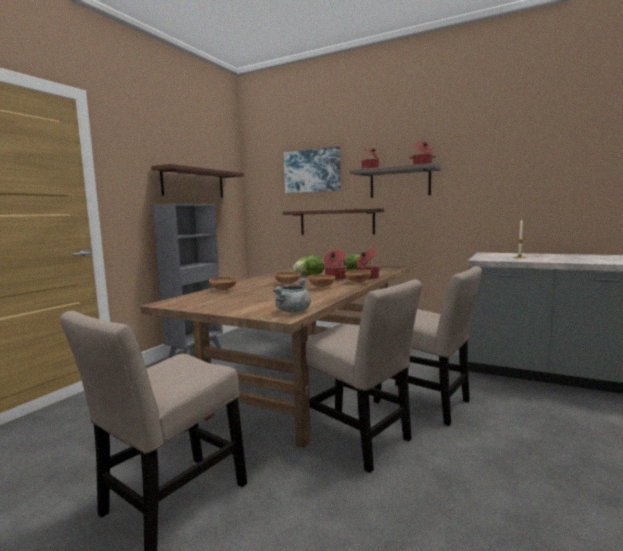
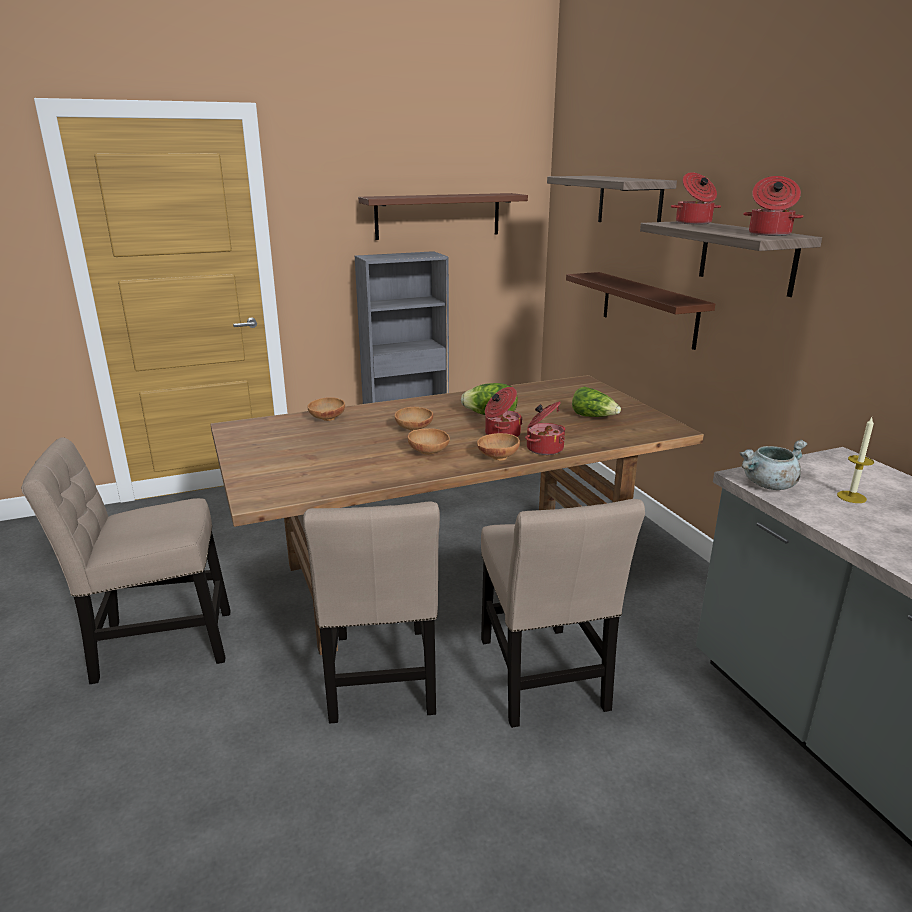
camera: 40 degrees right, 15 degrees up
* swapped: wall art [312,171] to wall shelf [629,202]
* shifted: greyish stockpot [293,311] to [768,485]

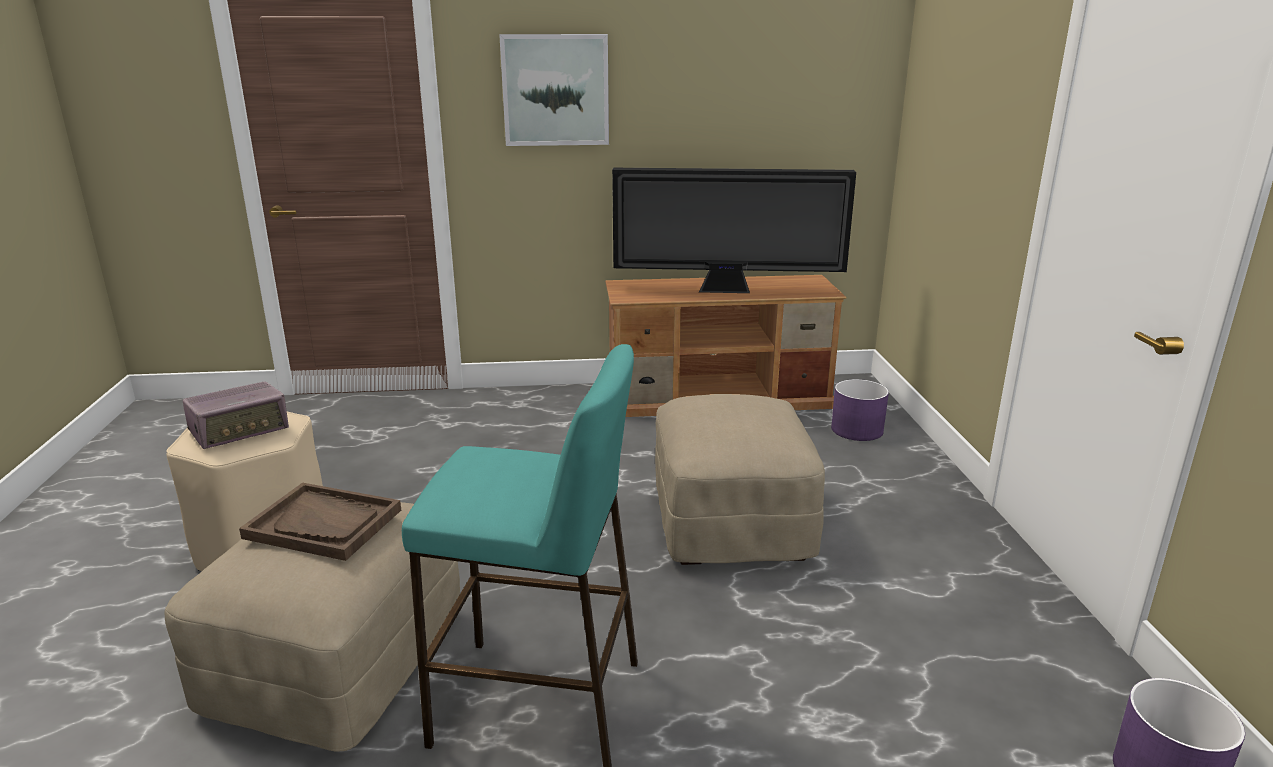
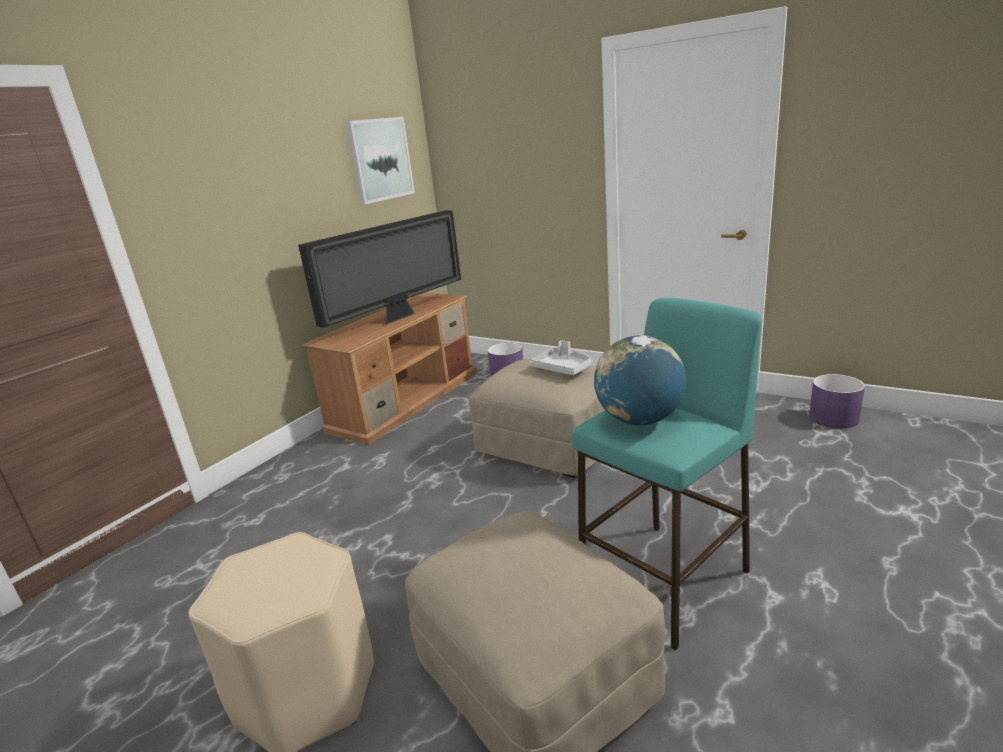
camera: 50 degrees left, 0 degrees up
* shifted: wall art [555,90] to [380,159]
* new: greyish carrying tray [563,368]
* new: globe [639,420]
* gone: radio set [240,431]
* gone: brown carrying tray [324,524]

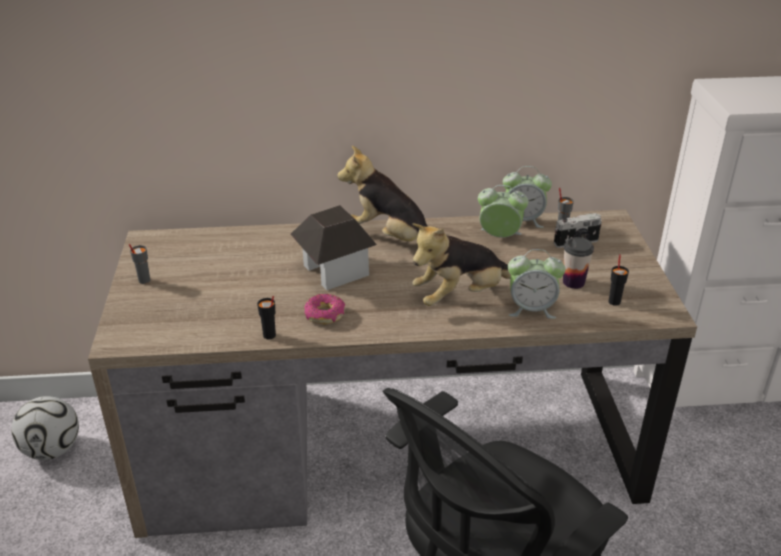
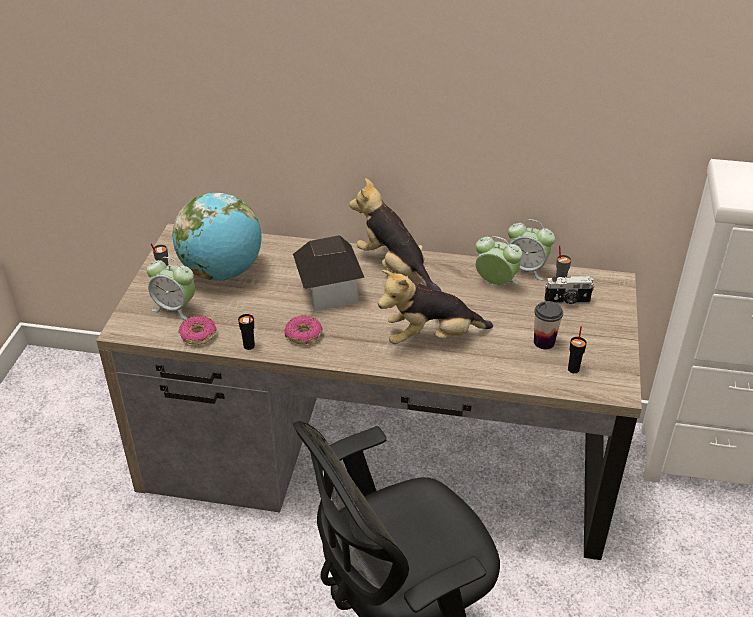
camera: 15 degrees right, 5 degrees up
* shifted: bedside clock [531,309] to [175,308]
* new: globe [222,272]
* new: donut [198,335]
* gone: football ball [53,449]

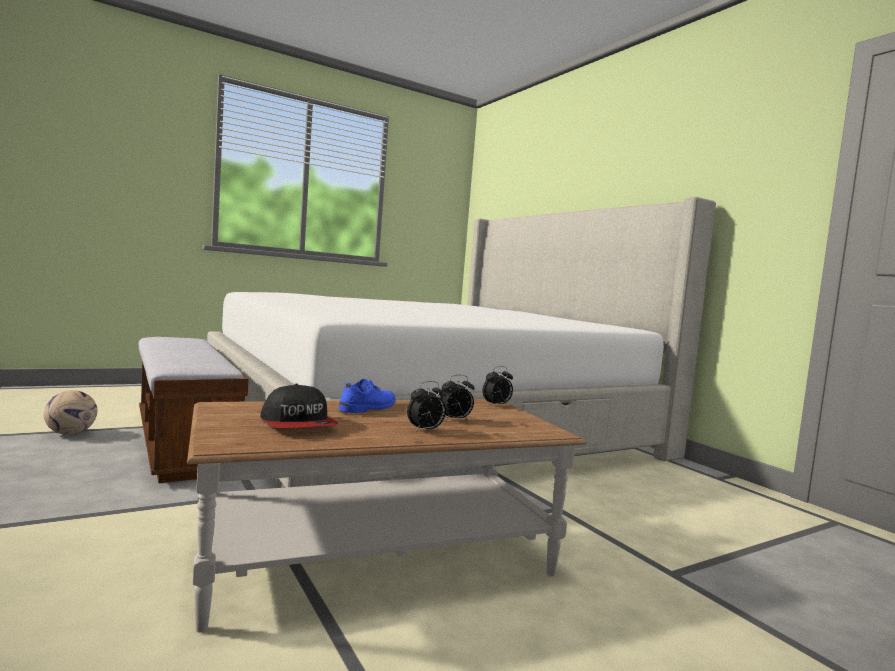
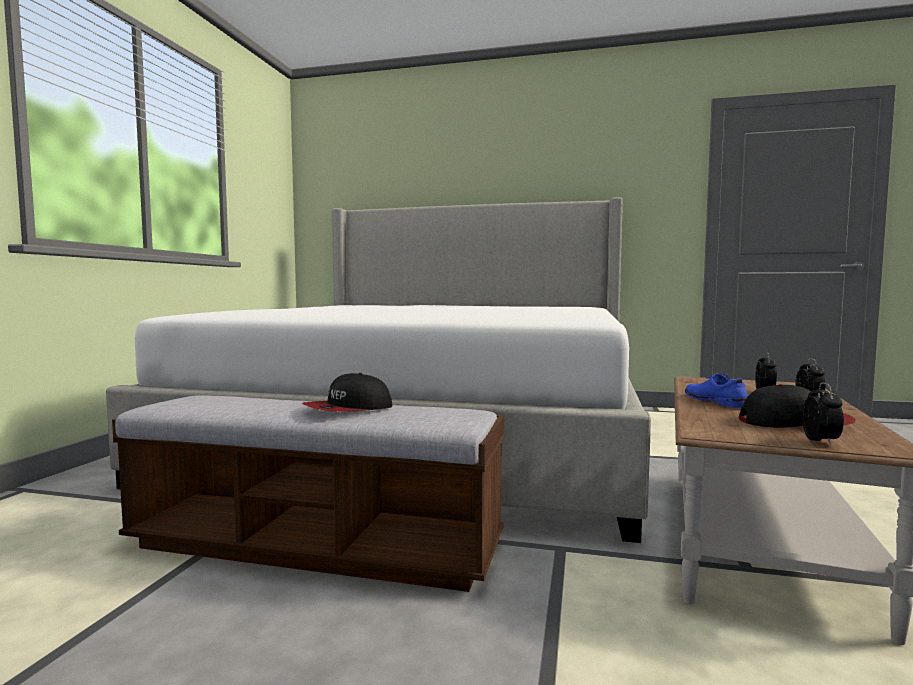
camera: 45 degrees left, 0 degrees up
* new: cap [348,409]
* shifted: bedside clock [496,405] to [821,442]
* gone: football ball [70,434]

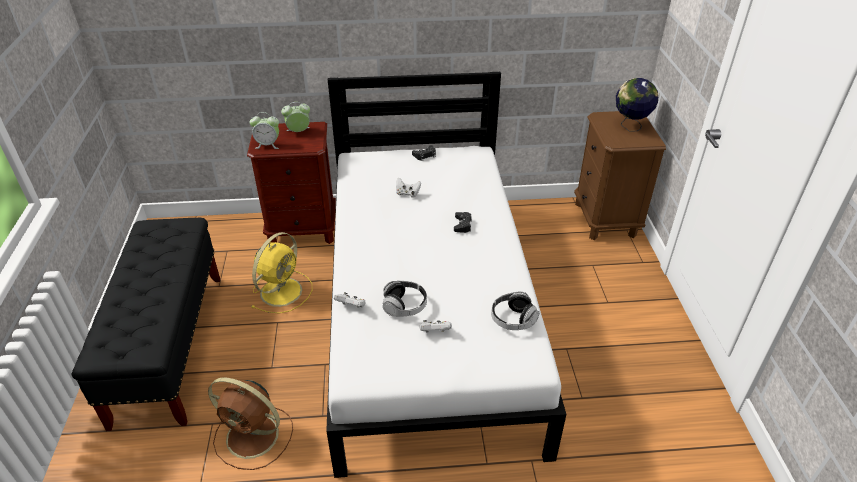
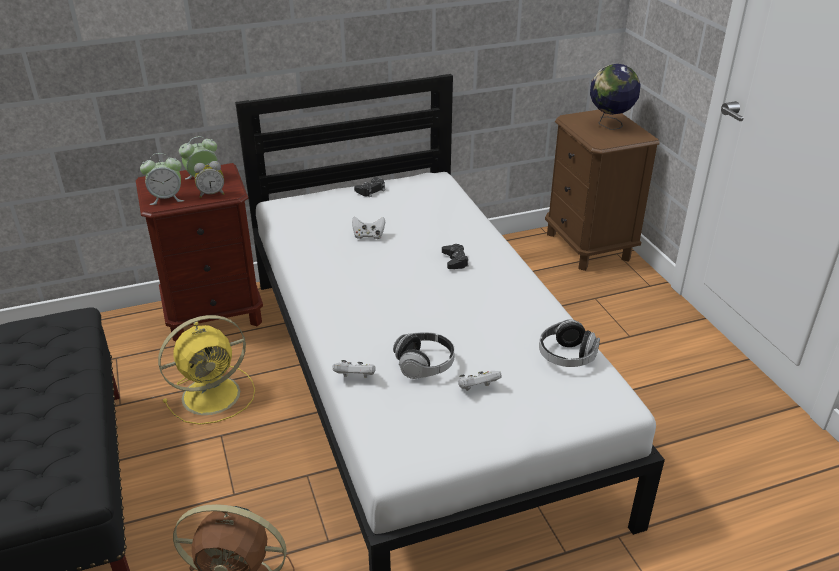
camera: 15 degrees left, 5 degrees down
* rotated: yellow electric fan [282,290] = [213,394] 45 degrees clockwise
* new: bedside clock [211,194]

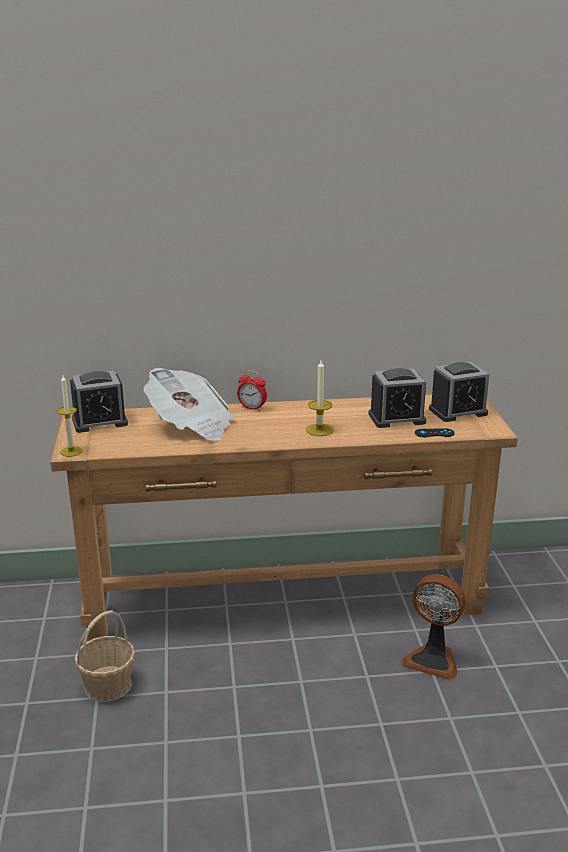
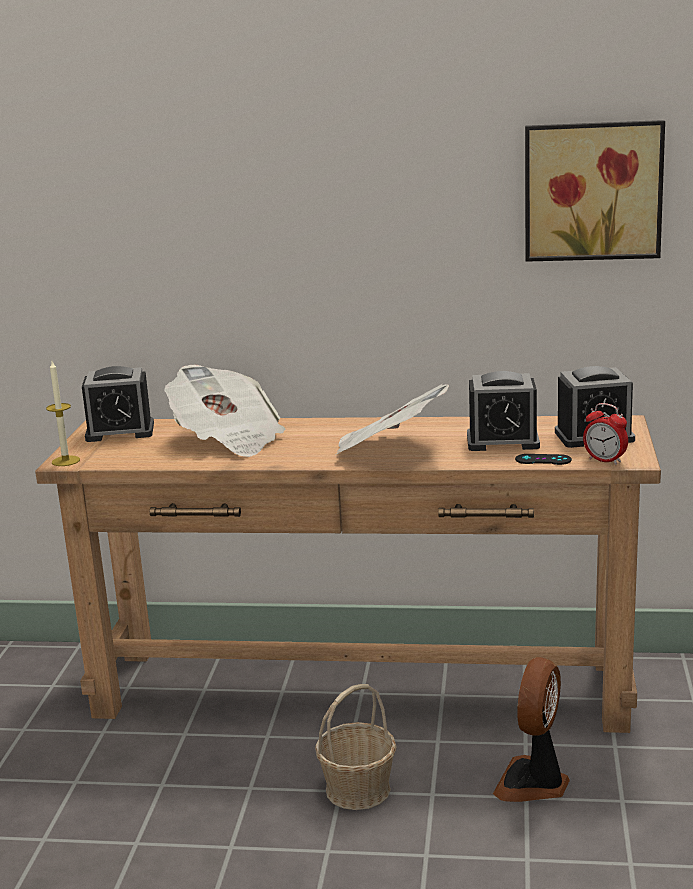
camera: 15 degrees right, 5 degrees down
* shifted: basket [108,685] to [358,789]
* swapped: wax candle [319,430] to printed paper [389,450]
* rotated: electric fan [433,659] = [534,783] 75 degrees clockwise
* new: wall art [592,190]
* shifted: bedside clock [252,408] to [605,460]

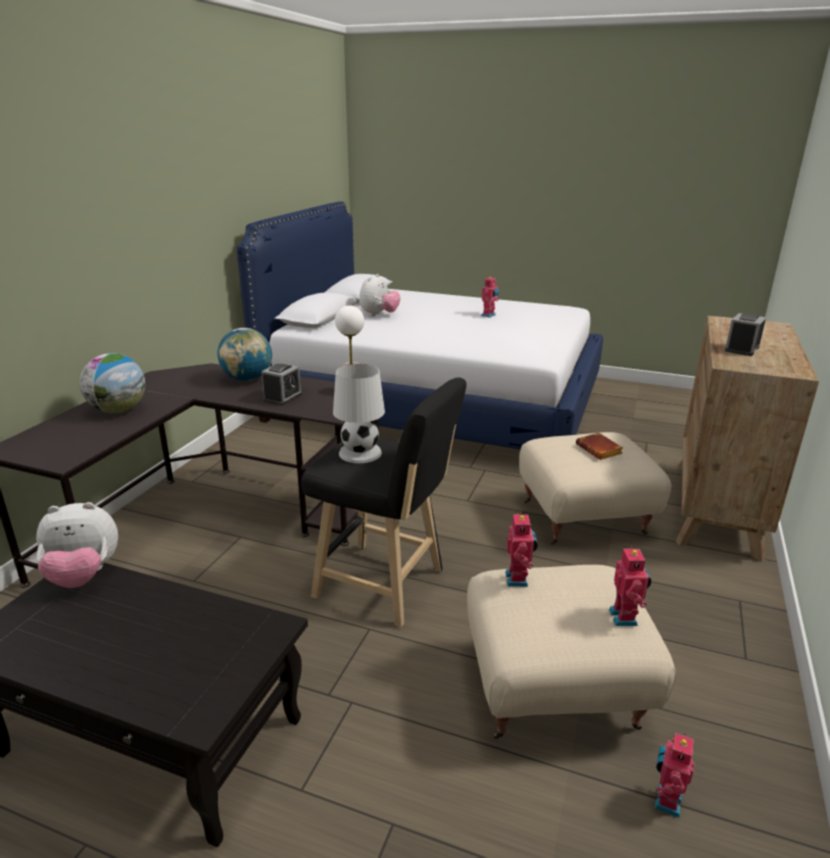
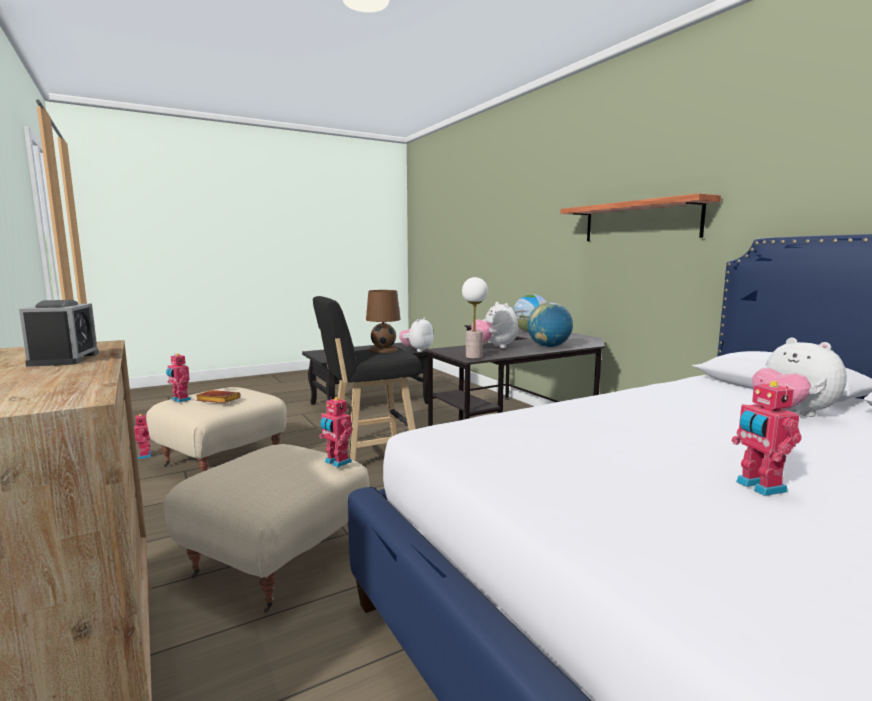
camera: 130 degrees right, 15 degrees down
* shifted: brown bound book [600,450] to [217,400]
* shifted: robot figure [518,579] to [336,462]
* repainted: white tabletop lamp [359,453] to brown tabletop lamp [384,350]
* swapped: bedside clock [283,397] to soft toy [494,347]
* new: wall shelf [640,221]

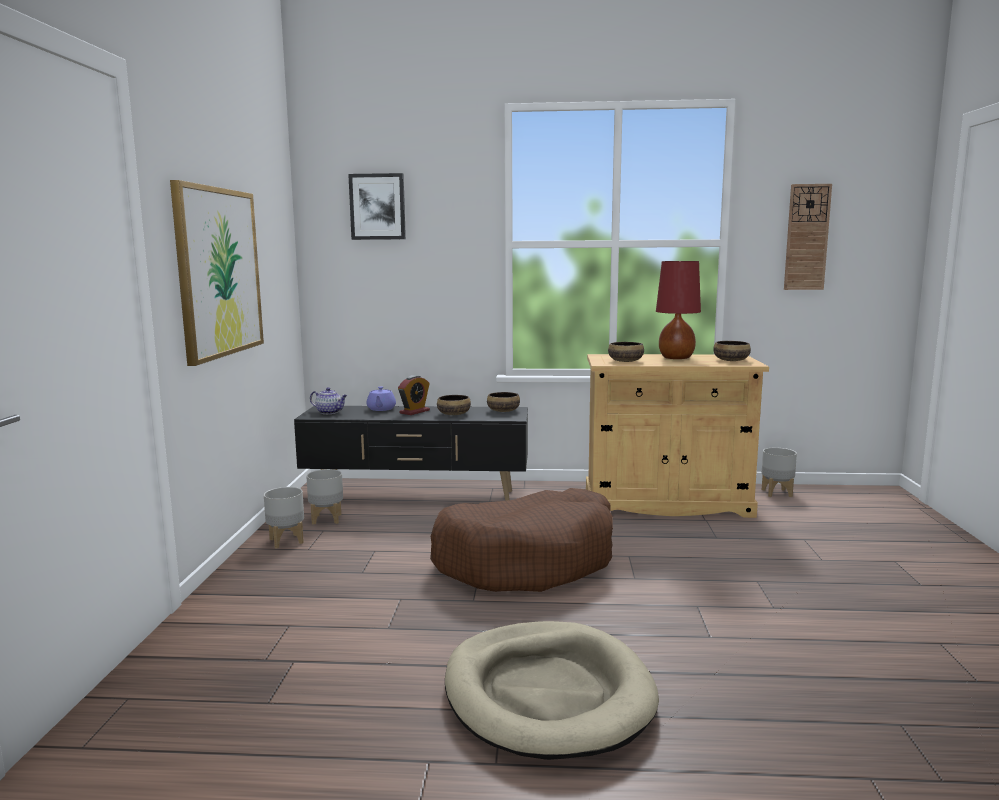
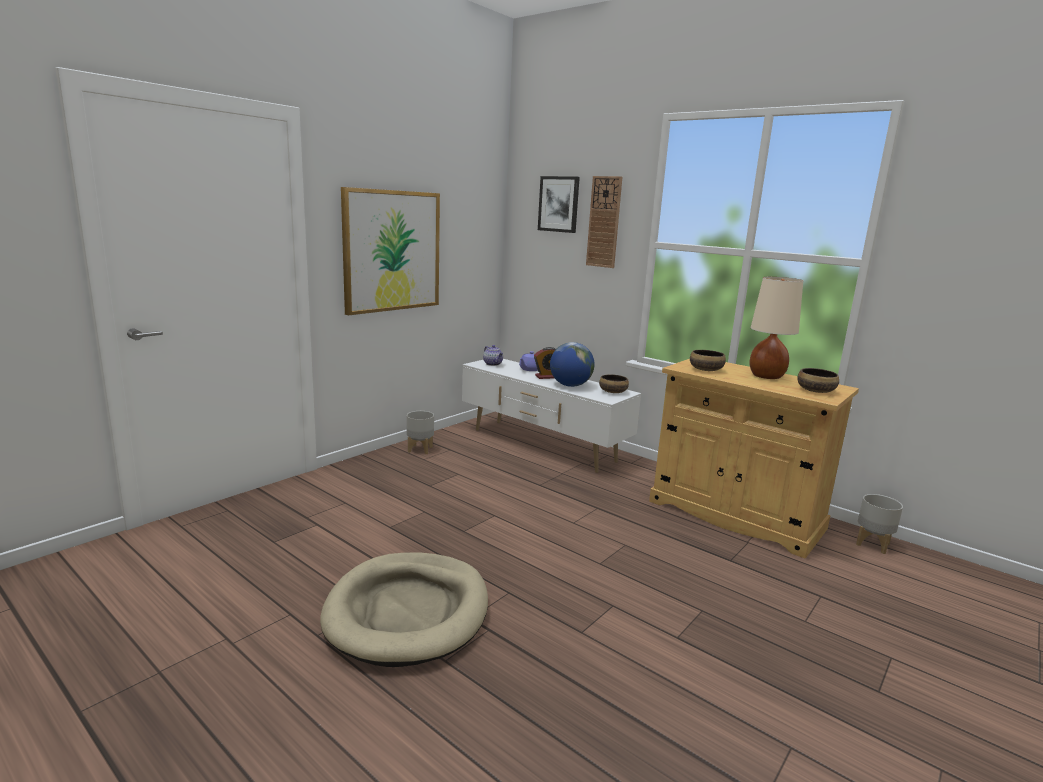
camera: 35 degrees right, 5 degrees up
* repainted: blackish media console [418,497] to white media console [542,446]
* swapped: serving bowl [454,414] to globe [570,385]
* shifted: hanging clock [807,237] to [604,222]
* repainted: red tabletop lamp [676,358] to beige-coloured tabletop lamp [767,376]
* gone: greyish plant pot [327,519]
* gone: brown pet bed [527,560]

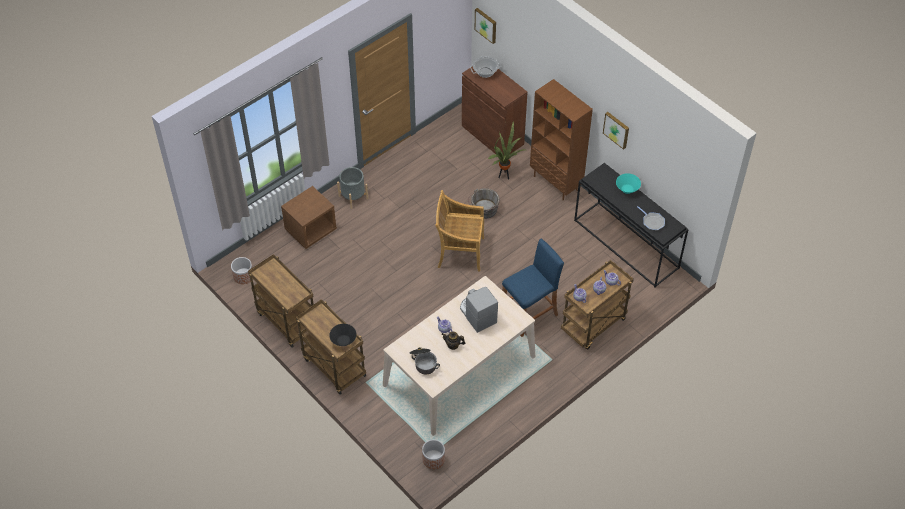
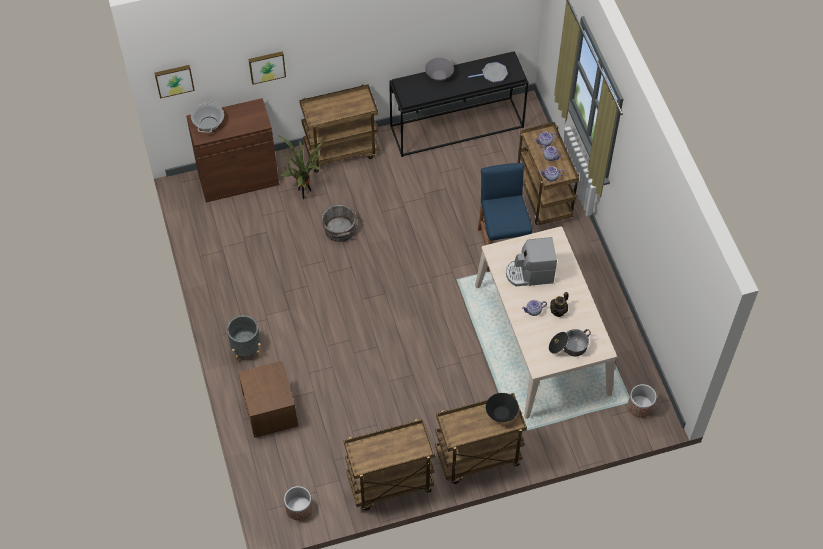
camera: 65 degrees left, 5 degrees up
* shifted: wall art [616,129] to [266,66]
* swapped: brown shelving unit [556,183] to brown wheeled cart [341,150]
* repainted: turquoise serving bowl [627,189] to greyish serving bowl [439,76]
* gone: beige-coloured chair [459,252]

